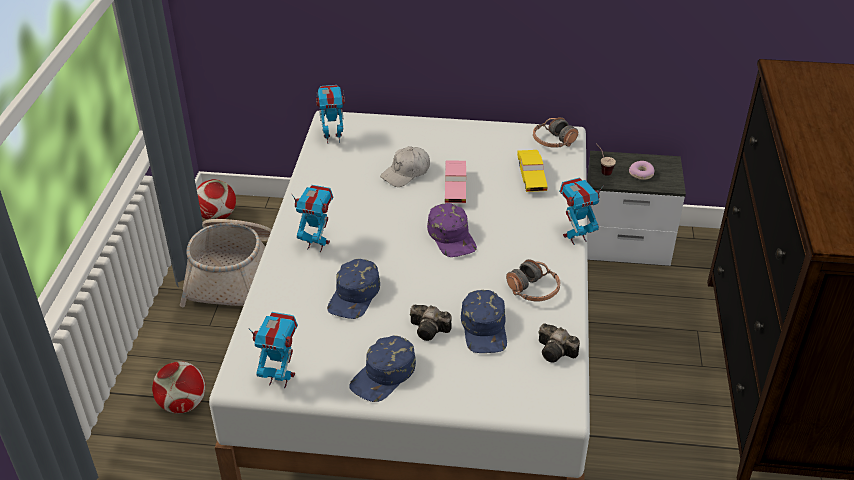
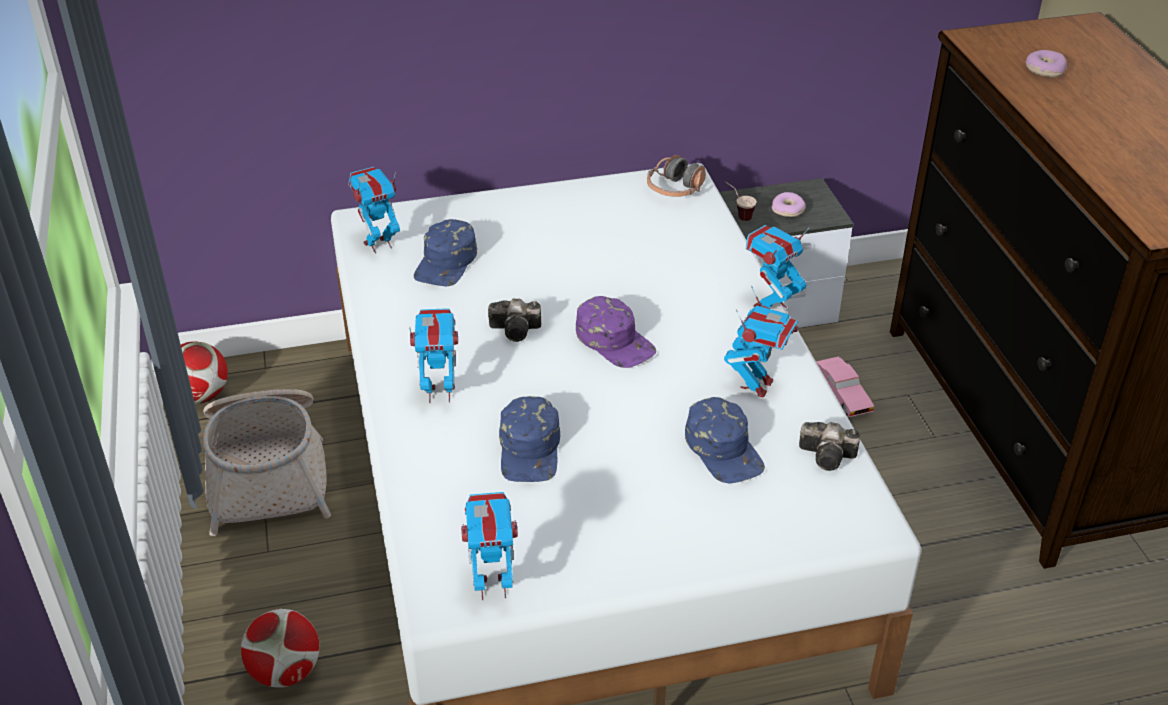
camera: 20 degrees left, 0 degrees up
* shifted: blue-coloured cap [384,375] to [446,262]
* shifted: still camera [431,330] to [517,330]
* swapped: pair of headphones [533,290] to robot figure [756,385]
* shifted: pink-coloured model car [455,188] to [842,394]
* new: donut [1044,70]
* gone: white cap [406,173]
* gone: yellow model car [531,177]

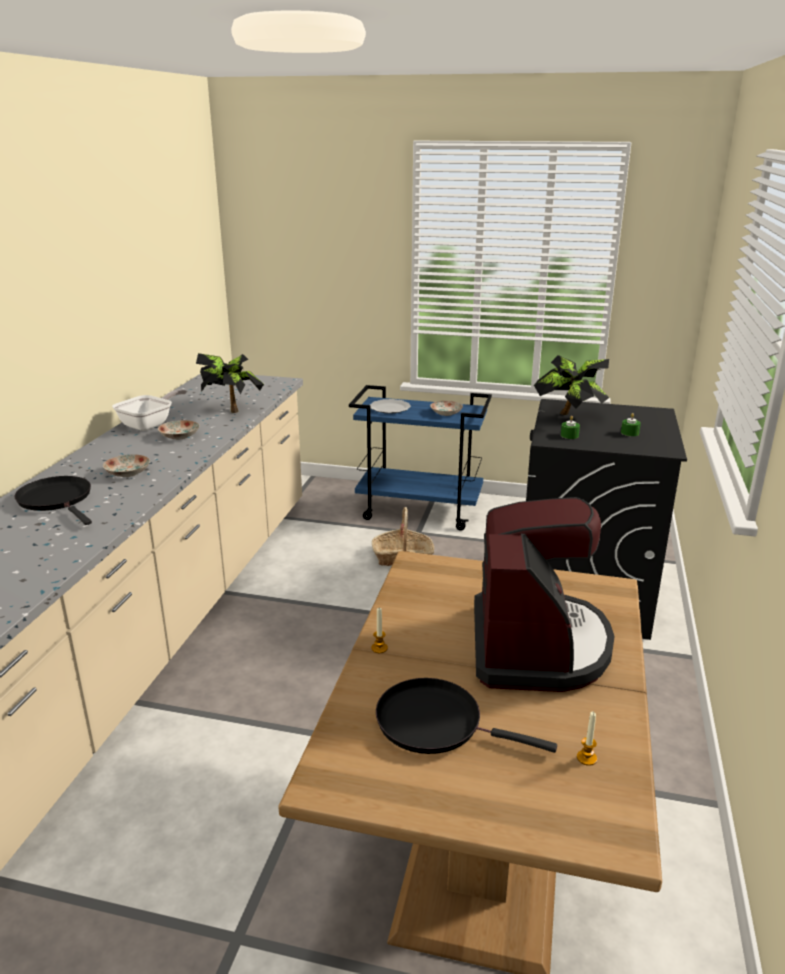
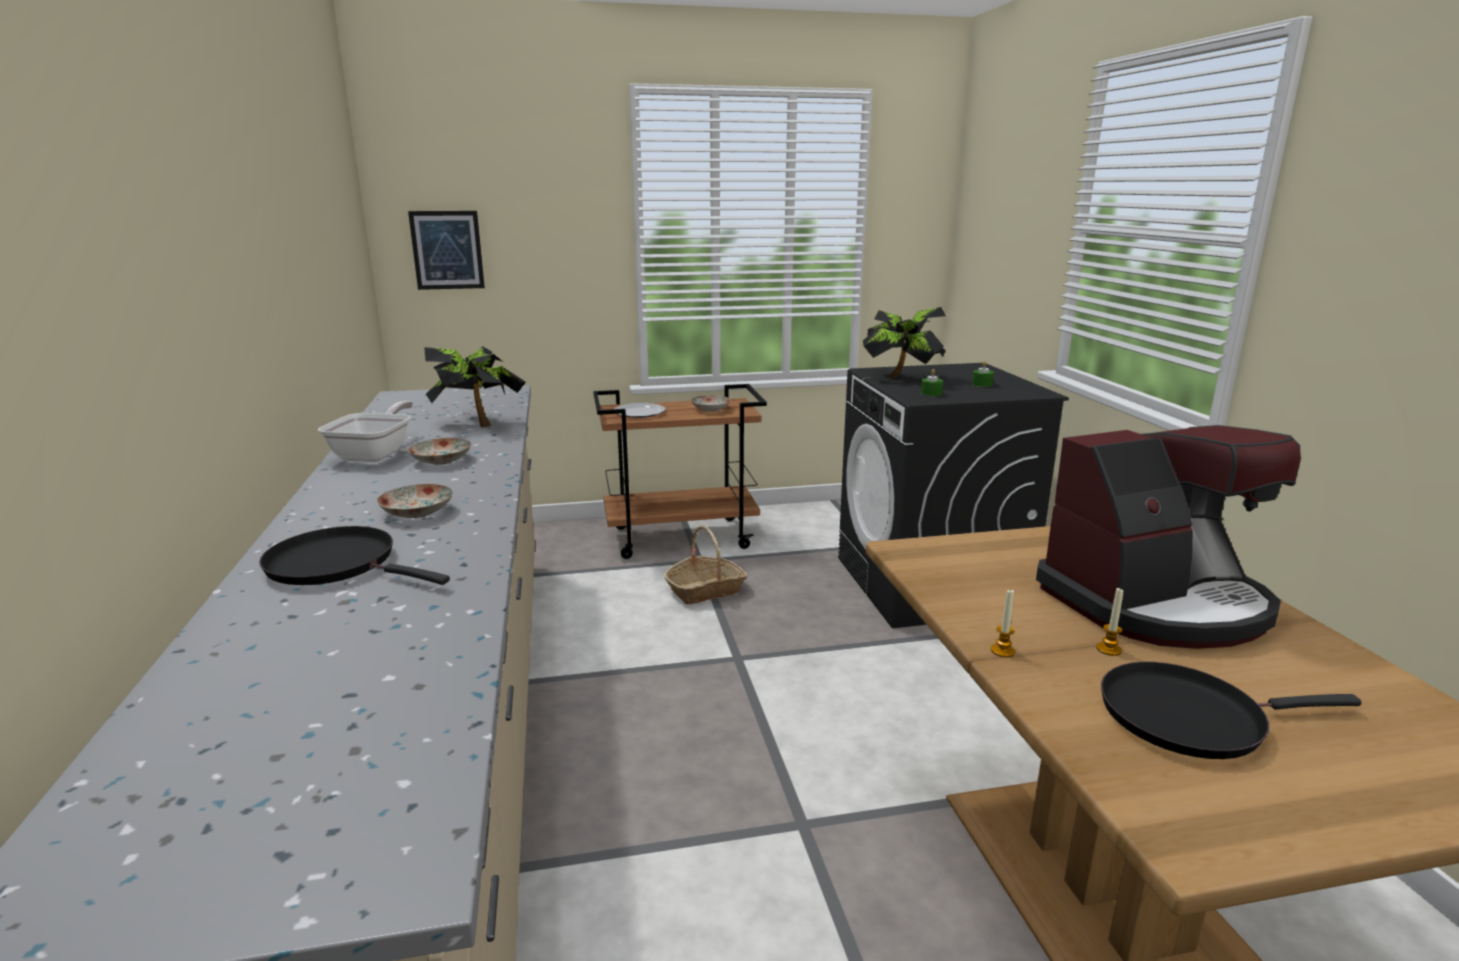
camera: 25 degrees left, 5 degrees down
* new: wall art [447,250]
* repainted: blue-coloured wheeled cart [420,511] to brown wheeled cart [682,537]
* rotated: coffee brewer [537,646] = [1156,603] 90 degrees clockwise
* shifted: wax candle [586,758] to [1108,649]

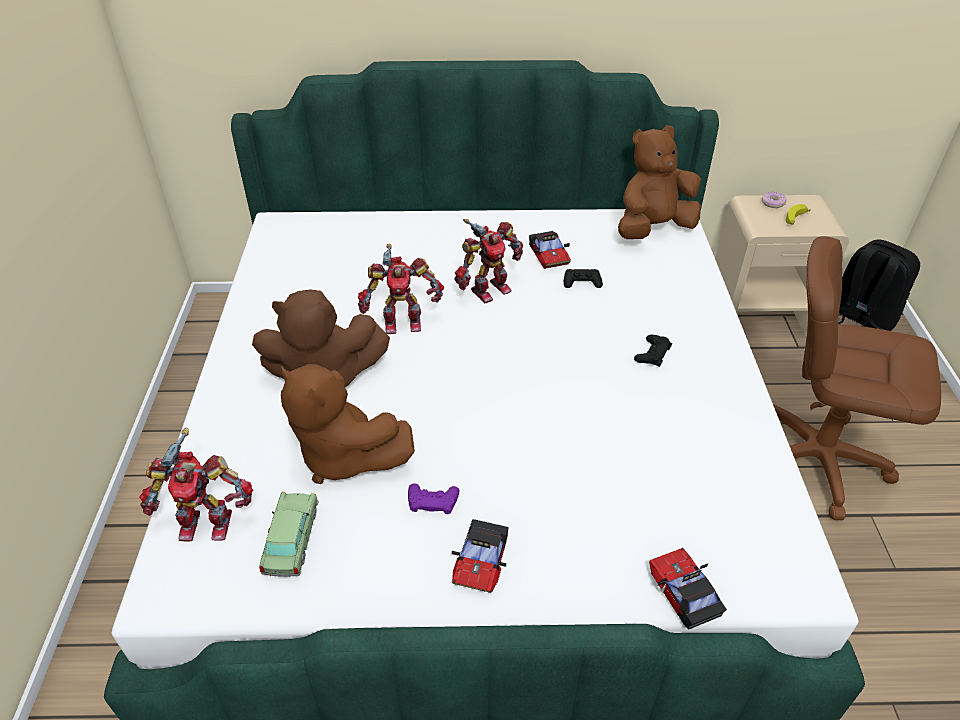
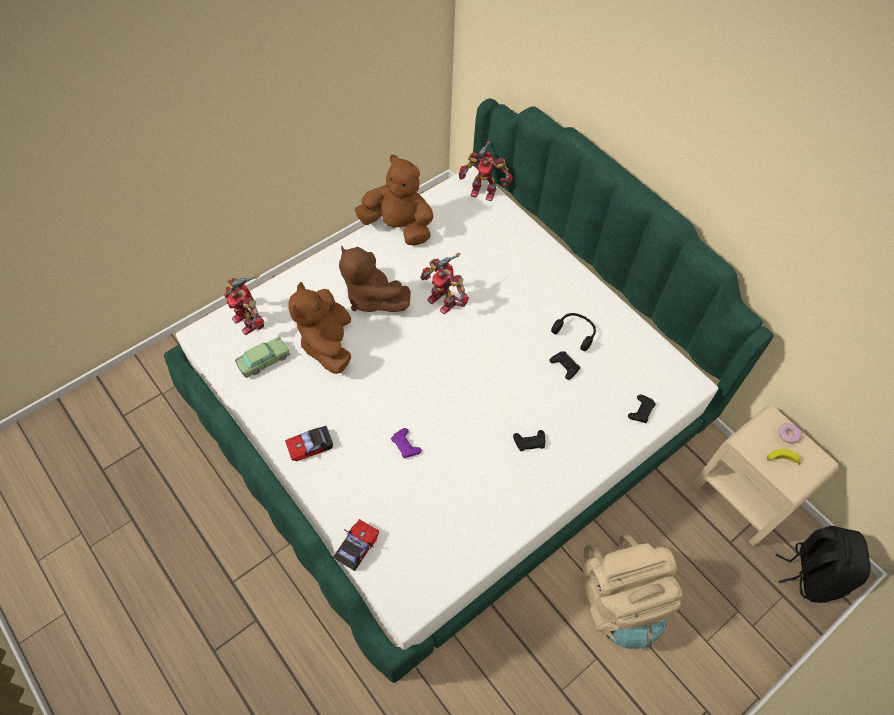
camera: 50 degrees right, 15 degrees up
* shifted: brown soft toy [652,229] to [398,227]
* shifted: purple game controller [432,501] to [405,445]
* shifted: robot figure [489,289] to [483,191]
* swapped: model car [549,255] to blackish pair of headphones [575,333]
* swapped: brown desk chair [815,459] to beige-coloured rucksack [619,602]
* new: blackish game controller [641,411]

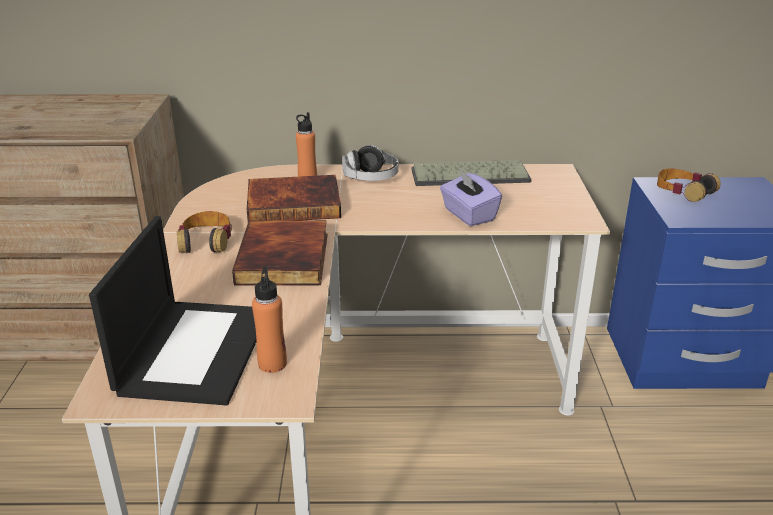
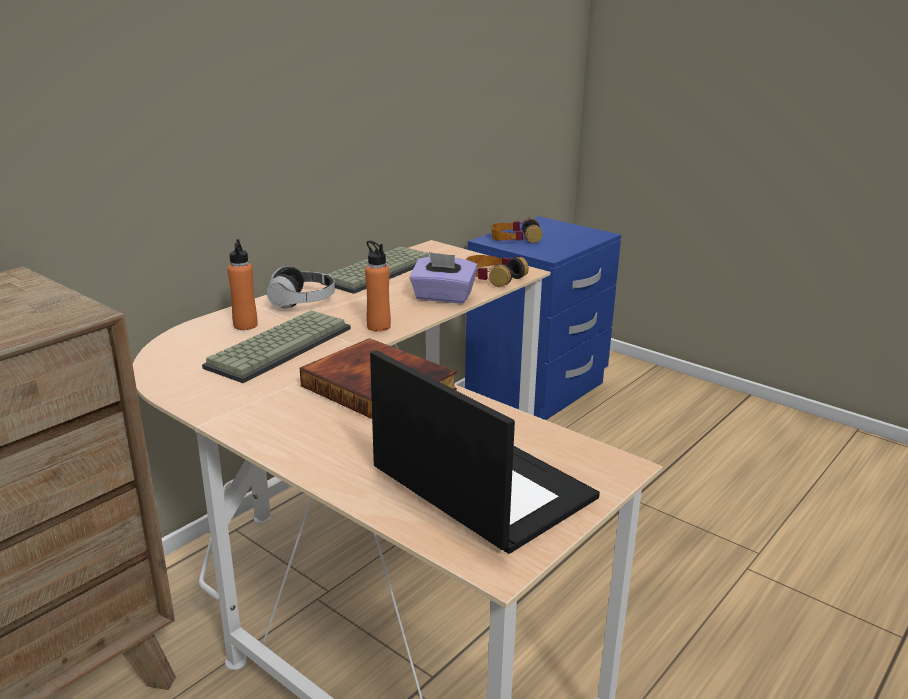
camera: 50 degrees left, 5 degrees down
* swapped: bound book [294,203] to PC keyboard [279,346]
* shifted: orange-coloured drink bottle [272,363] to [378,326]
* shifted: pair of headphones [206,240] to [492,277]

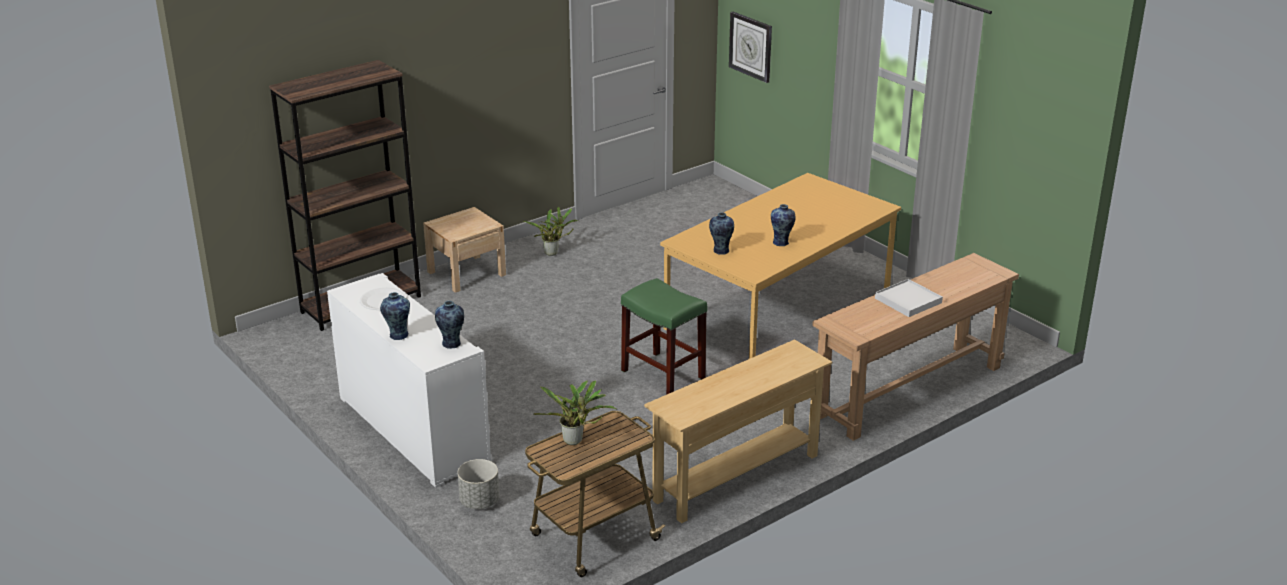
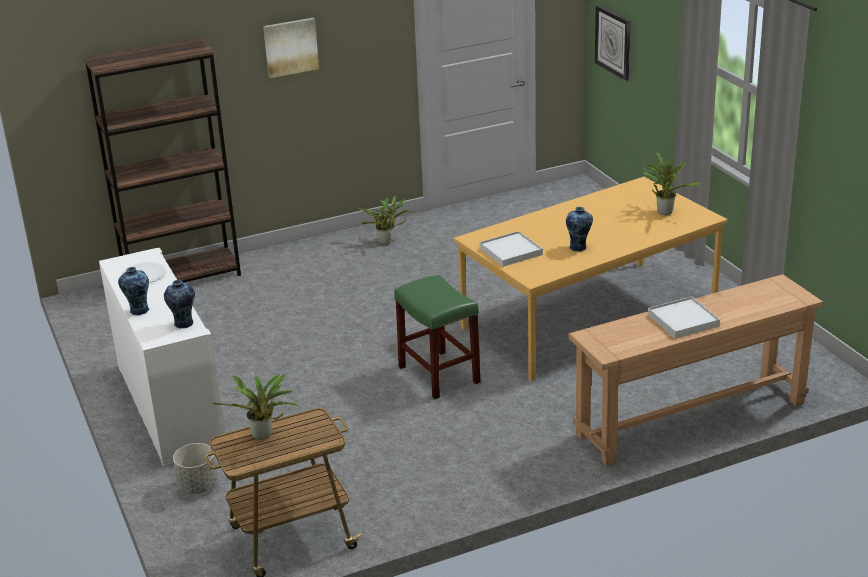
camera: 15 degrees right, 0 degrees up
* new: wall art [290,47]
* swapped: decorative vase [720,251] to white carrying tray [510,251]
* new: houseplant [664,211]
* gone: beige-coloured nightstand [466,273]
* gone: beige-coloured hall table [737,478]

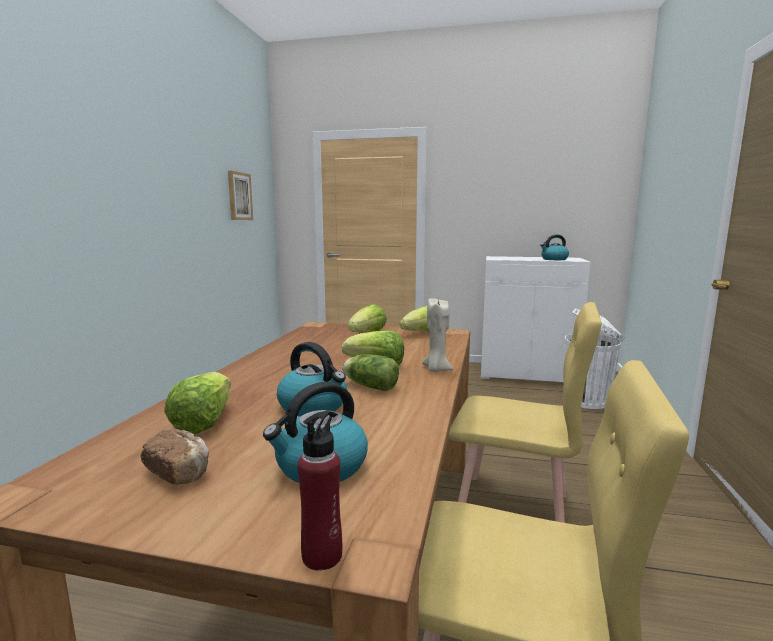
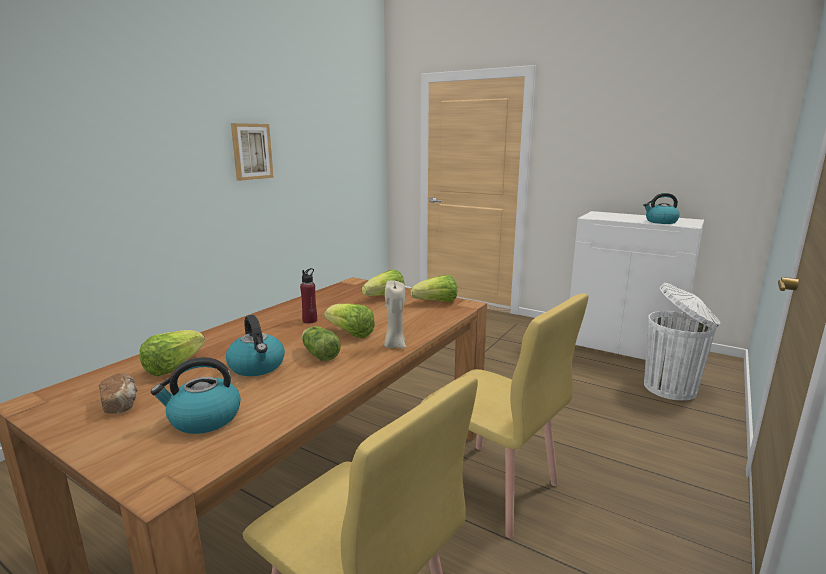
camera: 20 degrees right, 5 degrees up
* shifted: wall art [239,196] to [251,151]
* shifted: red drink bottle [322,555] to [310,320]

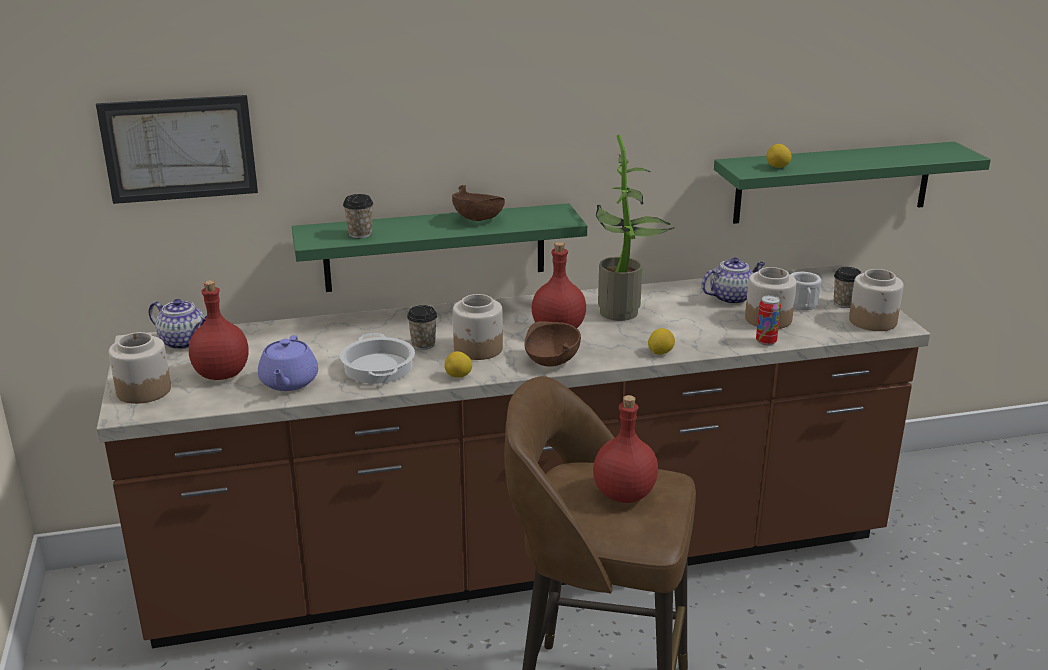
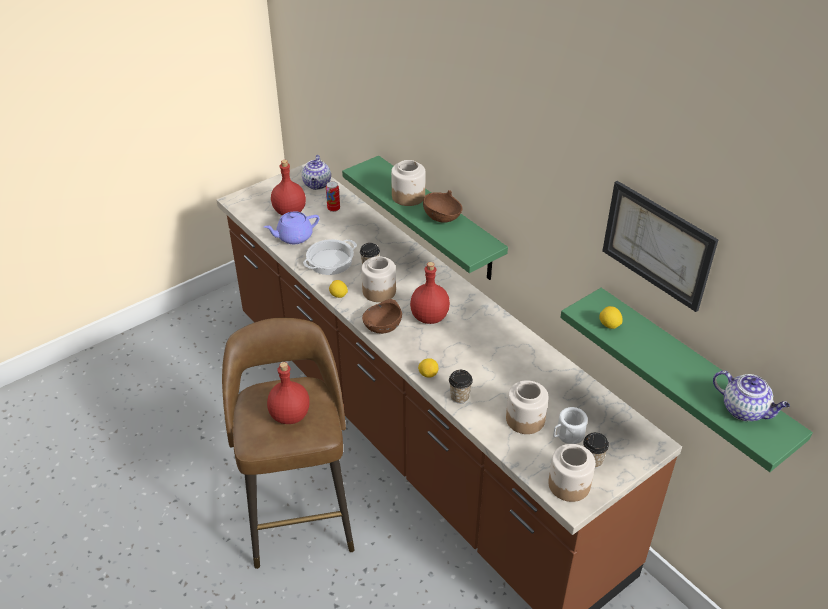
camera: 65 degrees right, 15 degrees up
* shifted: metal can [766,342] to [333,209]
* shifted: preserve jar [143,390] to [408,196]
* shifted: cup [360,234] to [459,397]
* shifted: wall art [179,148] to [657,244]
* shifted: tea pot [732,297] to [745,410]
* gone: houseplant [625,312]

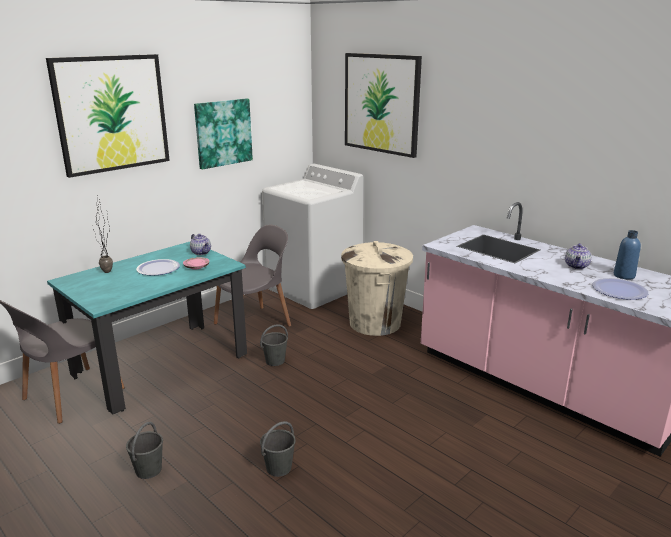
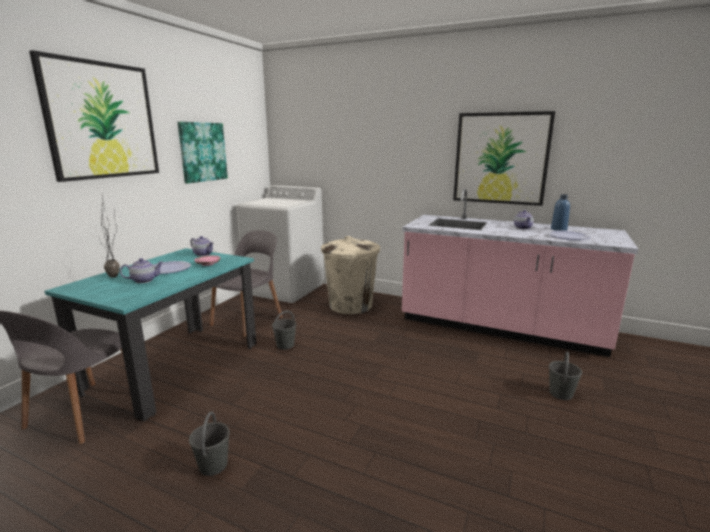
camera: 20 degrees left, 5 degrees down
* new: tea pot [144,280]
* shifted: wall art [381,104] to [500,158]
* shifted: greyish pail [278,468] to [560,394]

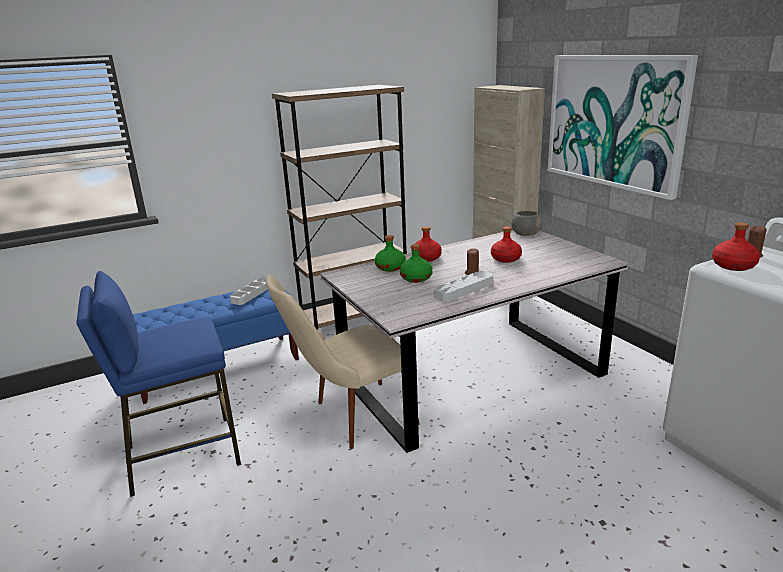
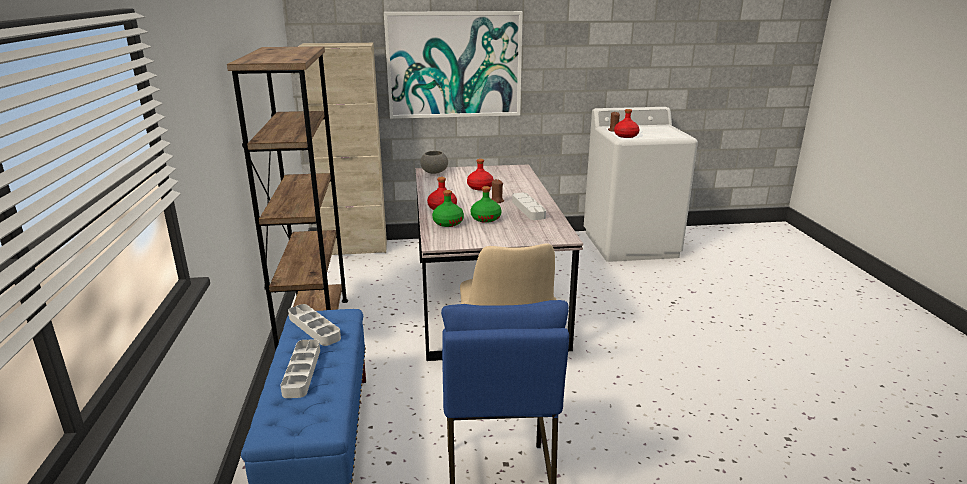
camera: 70 degrees left, 0 degrees up
* new: greyish carrying tray [302,371]

